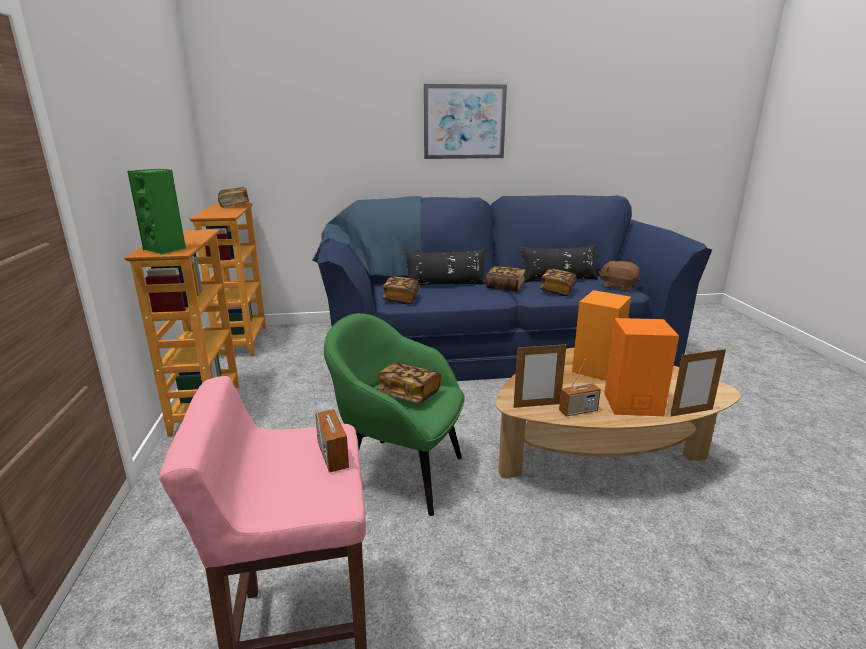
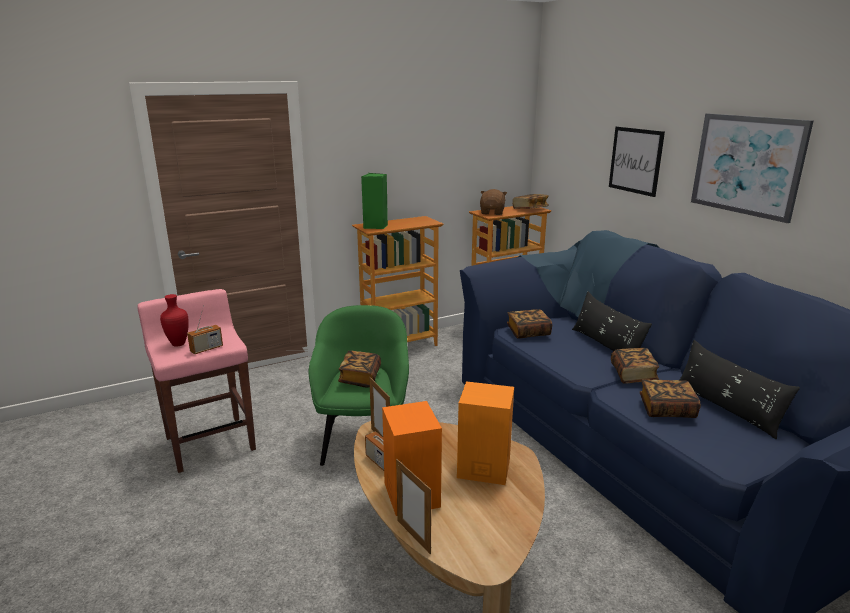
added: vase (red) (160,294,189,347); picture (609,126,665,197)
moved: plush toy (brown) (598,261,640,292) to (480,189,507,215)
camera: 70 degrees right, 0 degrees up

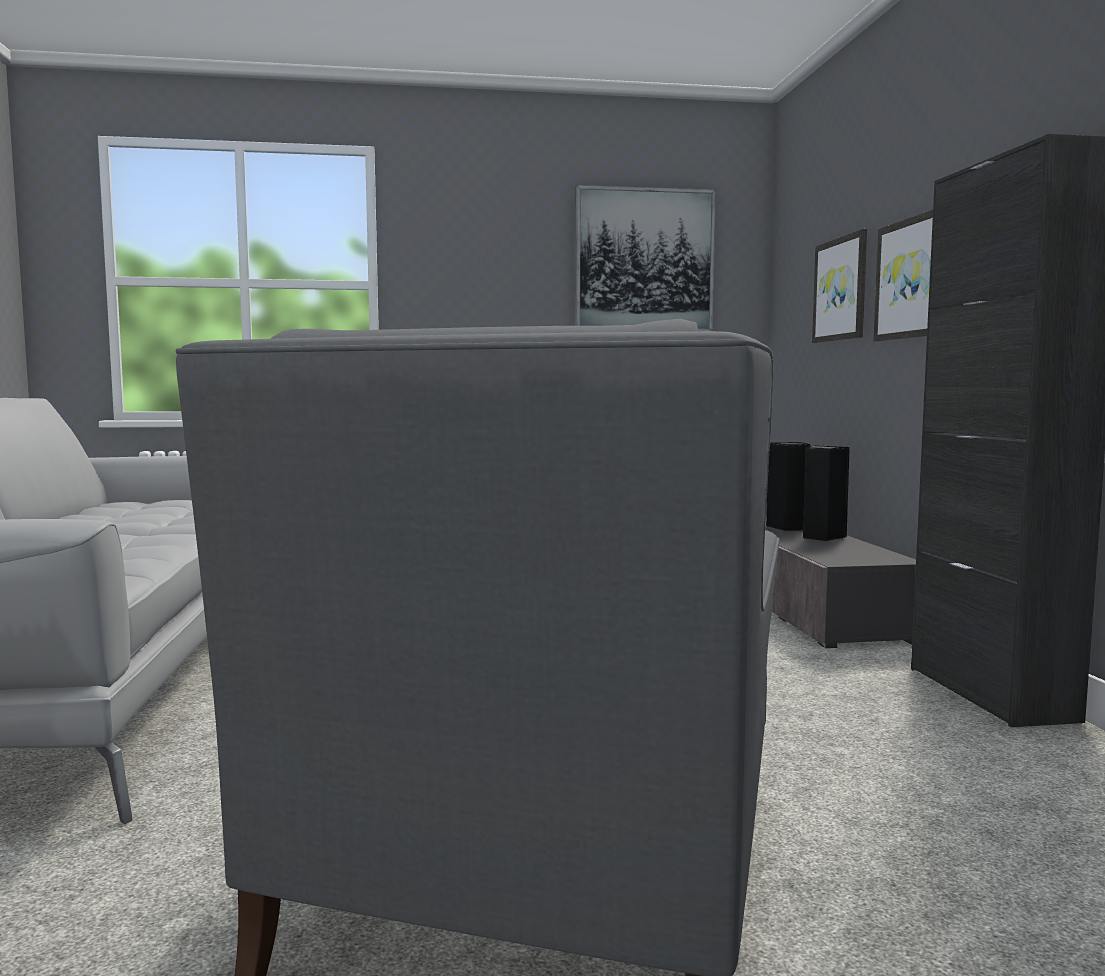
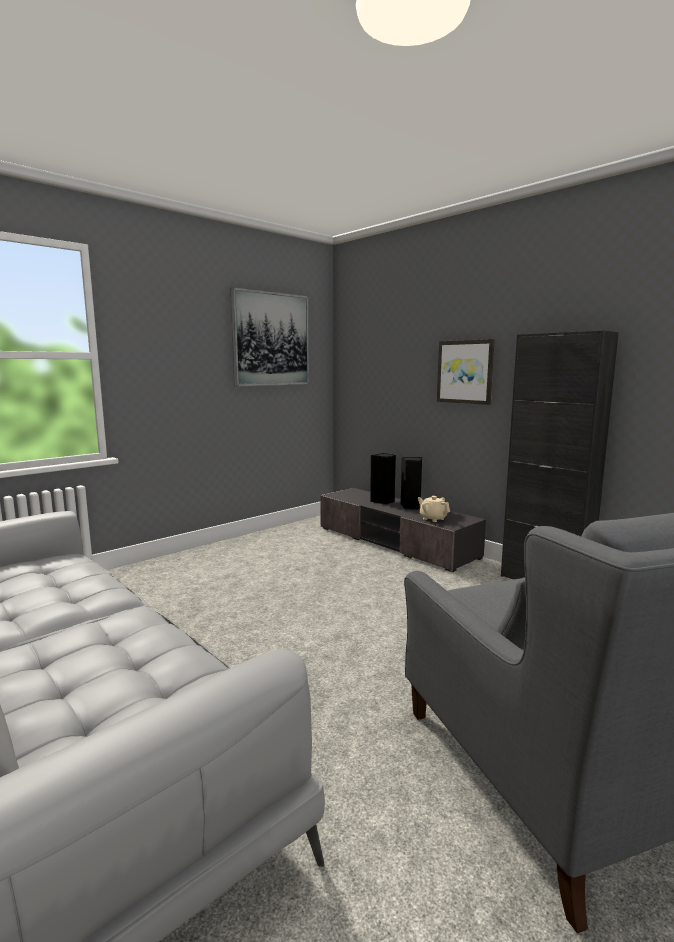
removed: picture (812,229,867,343)
added: teapot (beige) (418,496,450,522)
camera: 35 degrees left, 5 degrees up

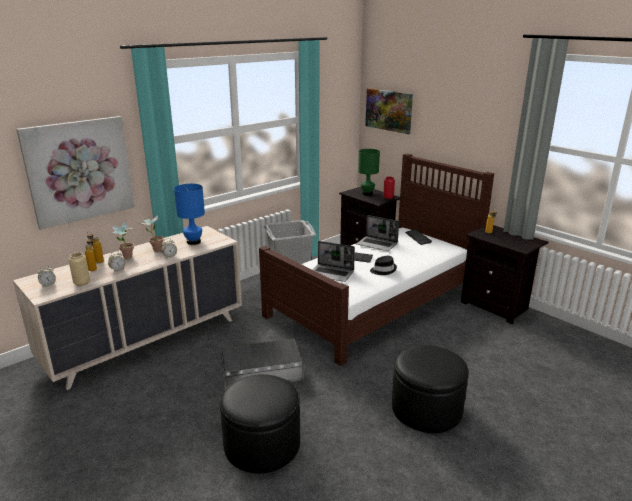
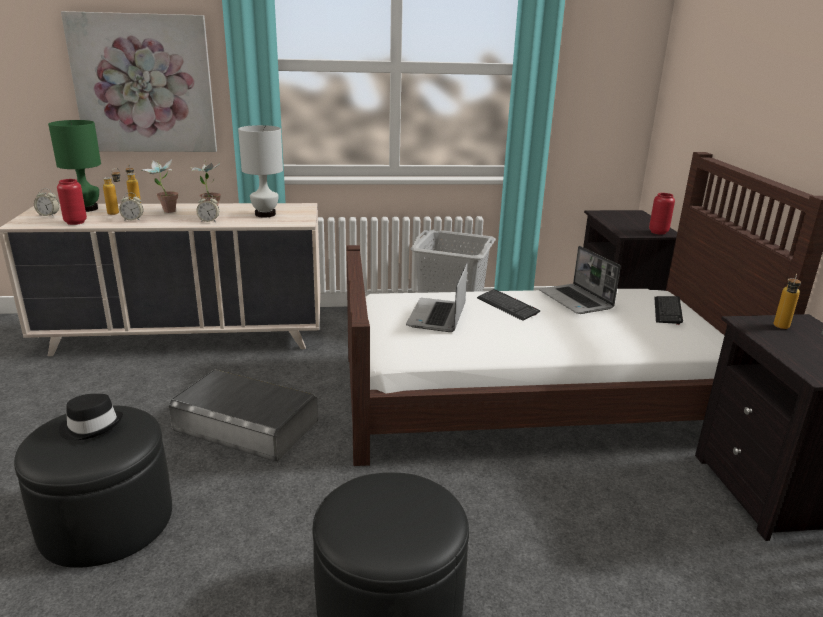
removed: picture (365,88,413,134)
moved: table lamp (green) (358,149,380,195) to (48,120,101,212); hat (black) (370,256,397,275) to (59,394,123,440)
recoloured: vase (beige) (69,252,90,286) to vase (red) (57,179,87,225); table lamp (blue) (174,184,205,245) to table lamp (white) (238,125,283,217)
turned: laptop (313,241,355,282) = (406,262,468,332) 45 degrees clockwise
camera: 35 degrees right, 0 degrees up

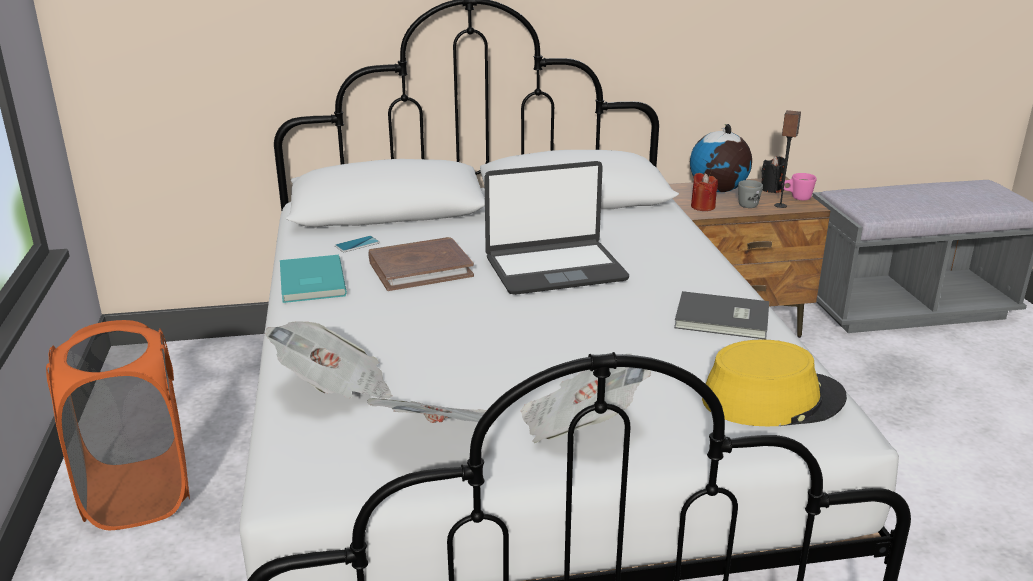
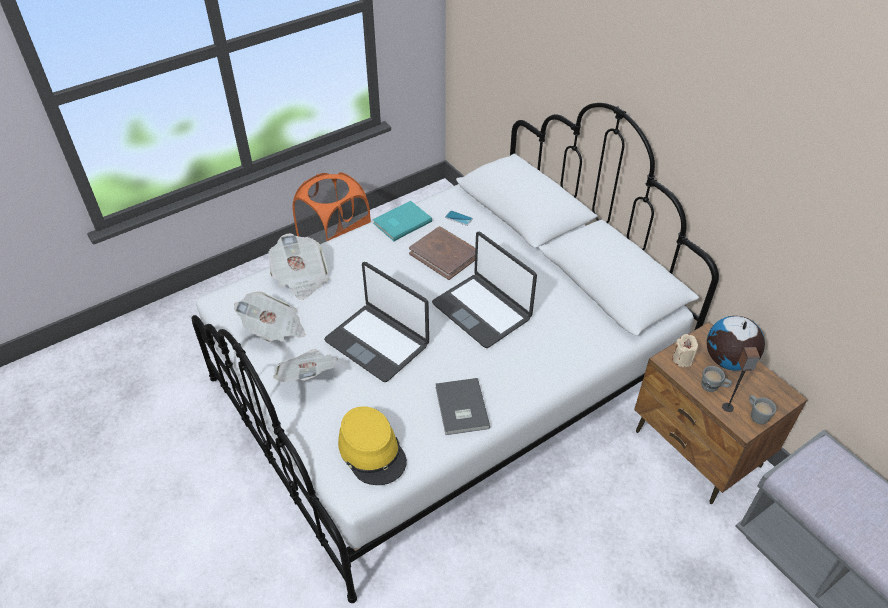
removed: candle (black) (761,156,785,193)
added: laptop (324,262,429,382)
recoloured: candle (red) (691,173,718,211) to candle (beige) (672,334,698,367); mug (pink) (782,173,817,201) to mug (grey) (749,395,777,425)
camera: 65 degrees right, 20 degrees up

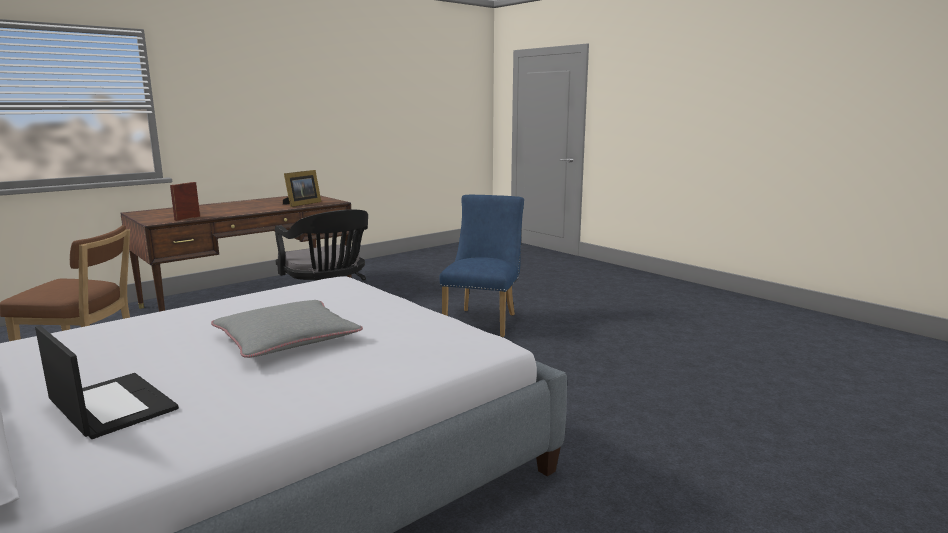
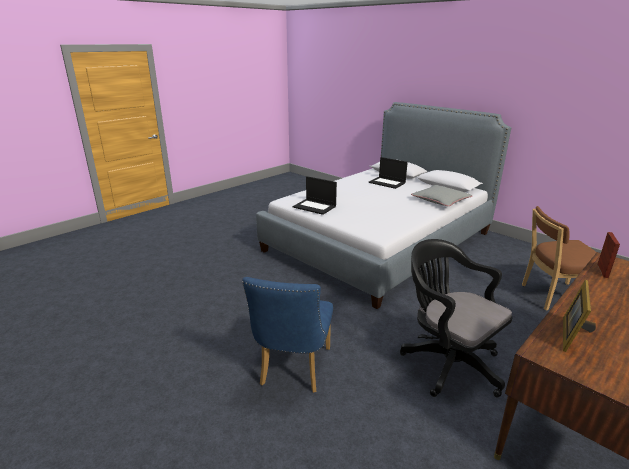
added: laptop (293,176,337,215)
moved: pillow (grey) (211,300,363,358) to (411,185,472,206)
camera: 175 degrees right, 10 degrees up

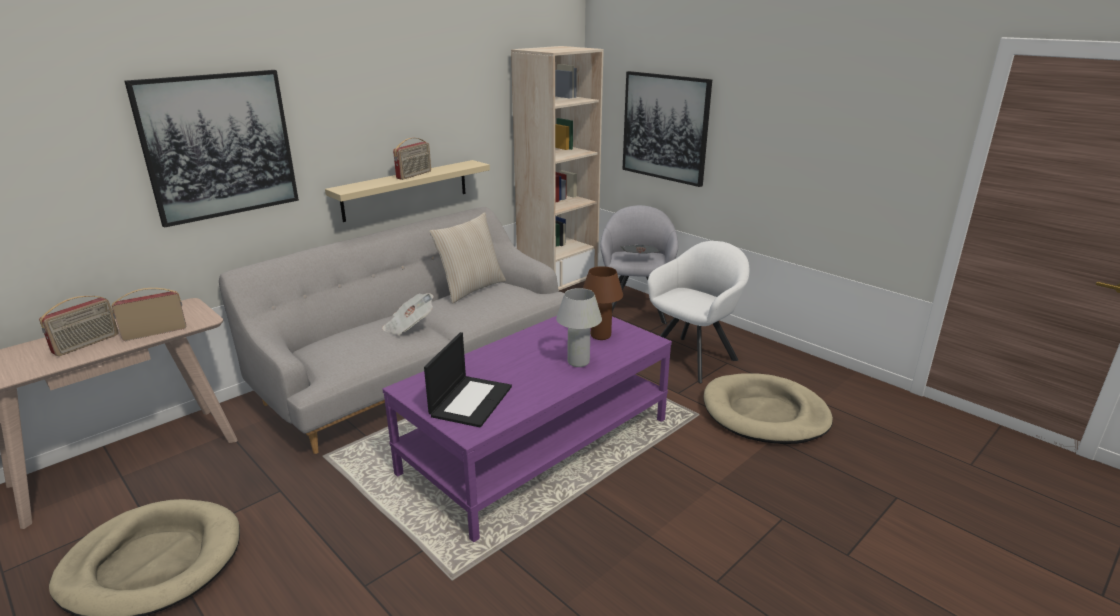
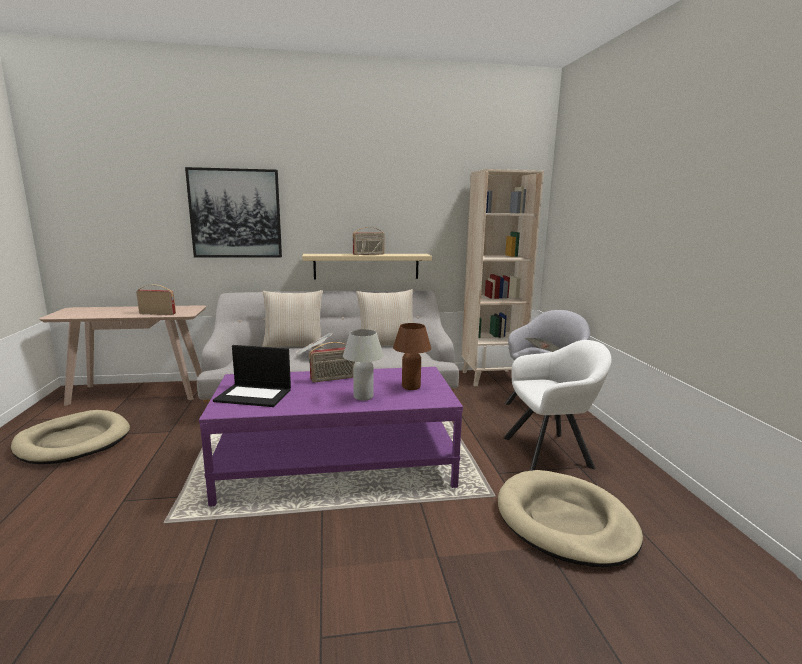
removed: picture (623,71,712,187)
added: pillow (beige) (262,290,324,348)
moved: radio (39,296,119,356) to (309,342,355,382)
turned: laptop (424,332,512,427) = (213,345,291,407) 45 degrees clockwise
camera: 35 degrees right, 10 degrees down

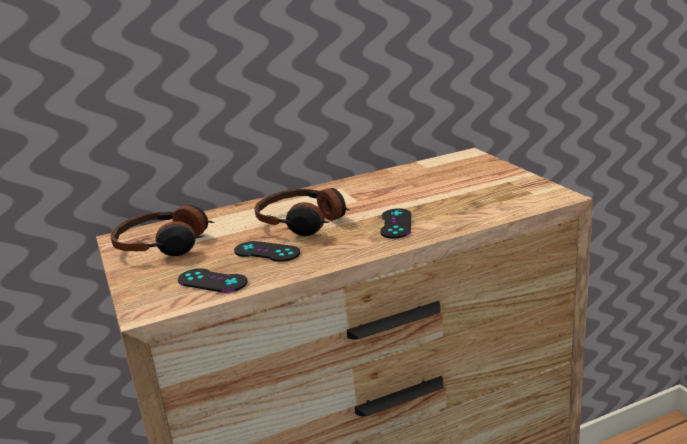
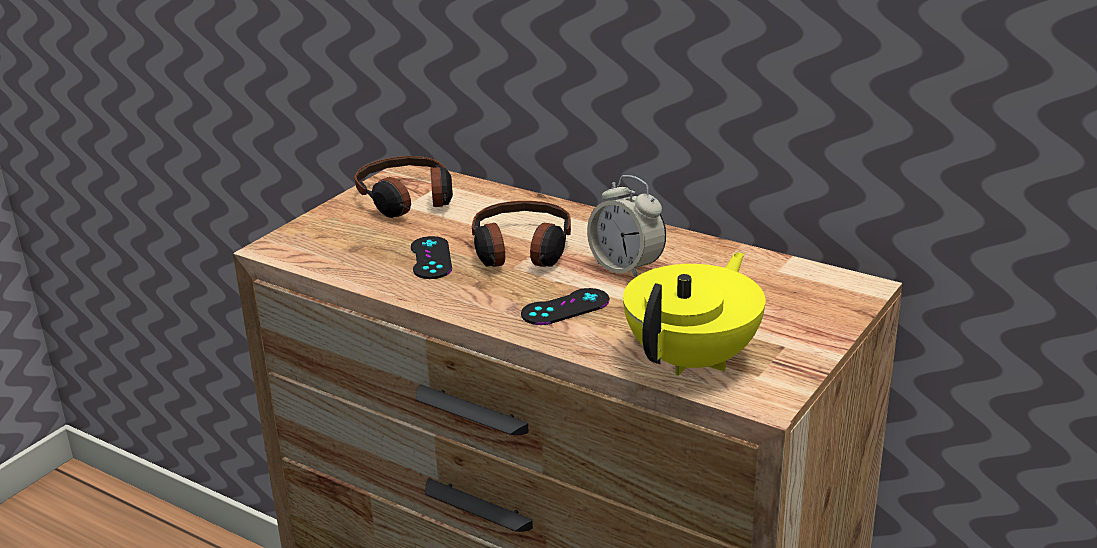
removed: game controller (black) (178,268,248,293)
added: alarm clock (587,175,666,277); teapot (yellow) (623,252,765,376)
camera: 55 degrees right, 5 degrees up

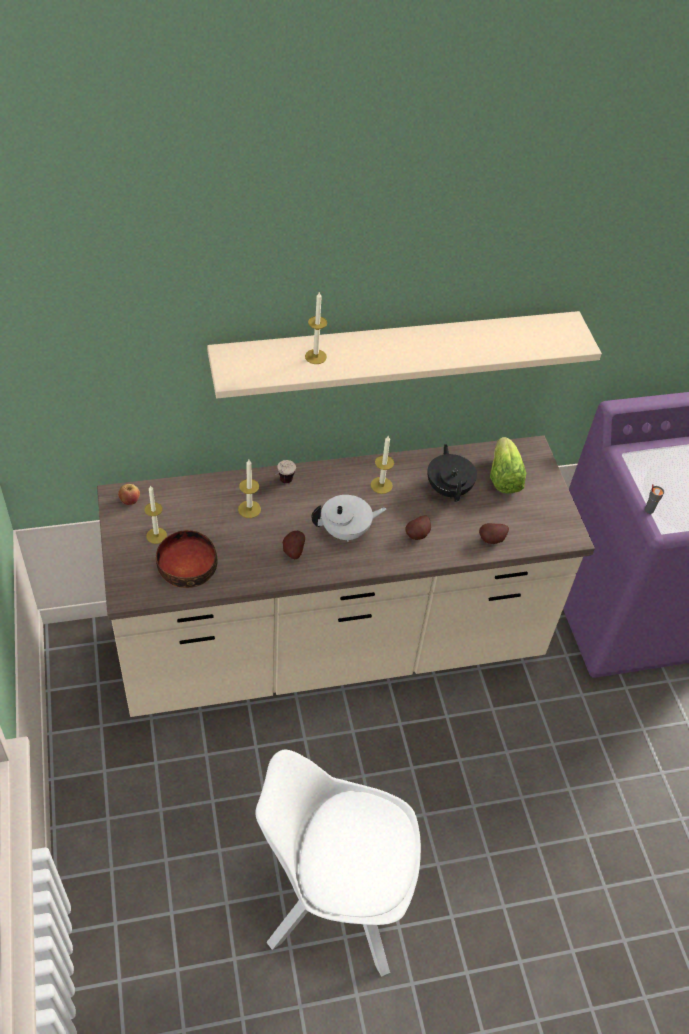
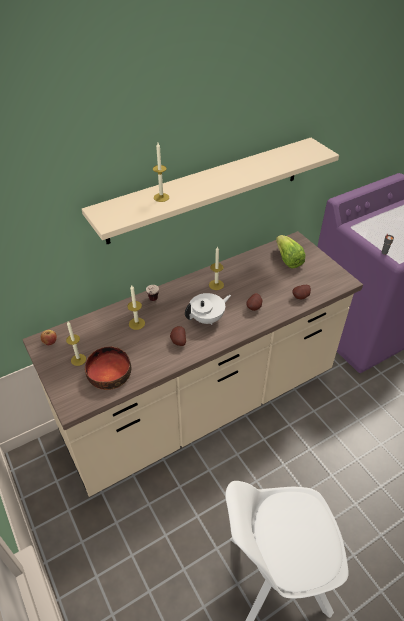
removed: teapot (black) (427,444,477,502)
camera: 15 degrees left, 5 degrees down

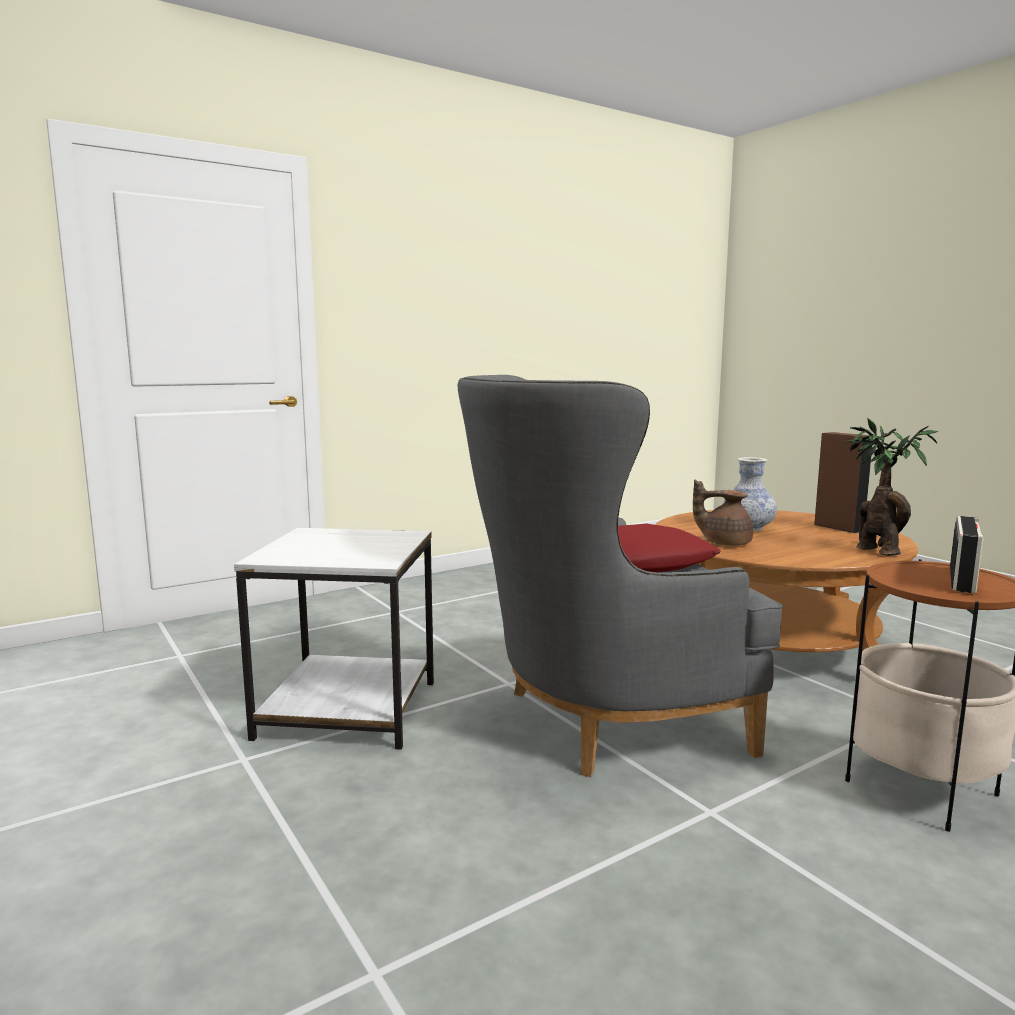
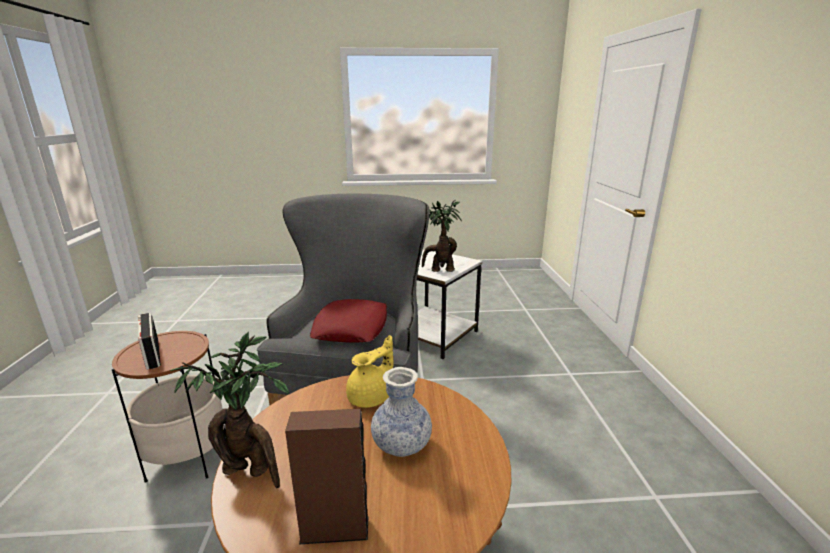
added: potted plant (422,200,462,272)
recoloured: teapot (brown) (693,479,753,546) to teapot (yellow) (346,335,393,408)
camera: 120 degrees right, 10 degrees up

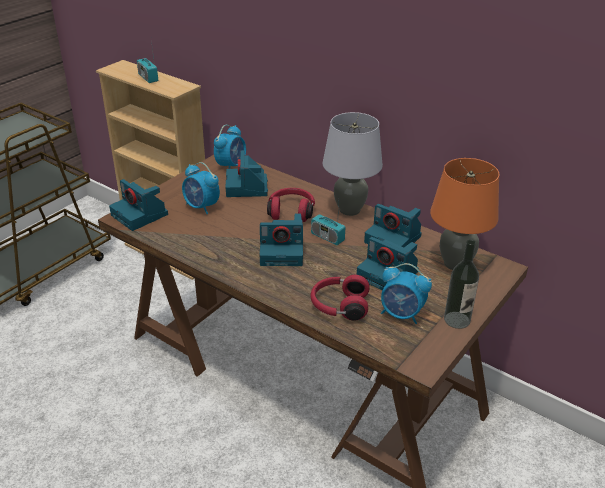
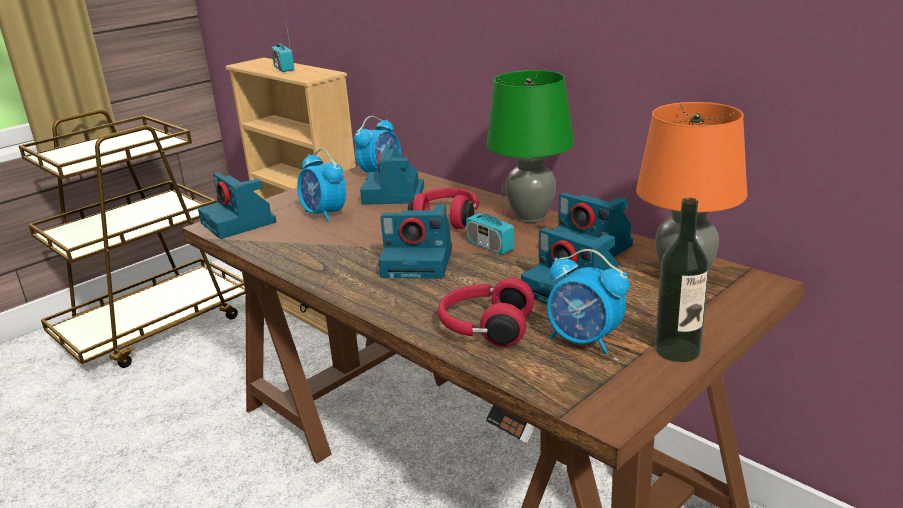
recoloured: table lamp (grey) (323,112,383,216) to table lamp (green) (487,70,574,223)
camera: 10 degrees right, 10 degrees down

